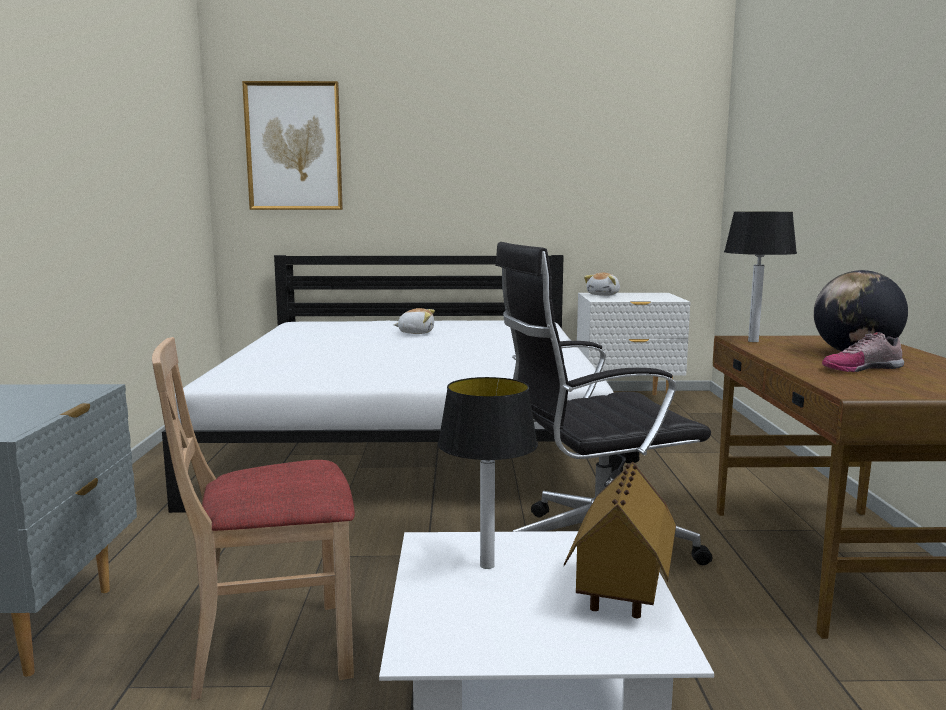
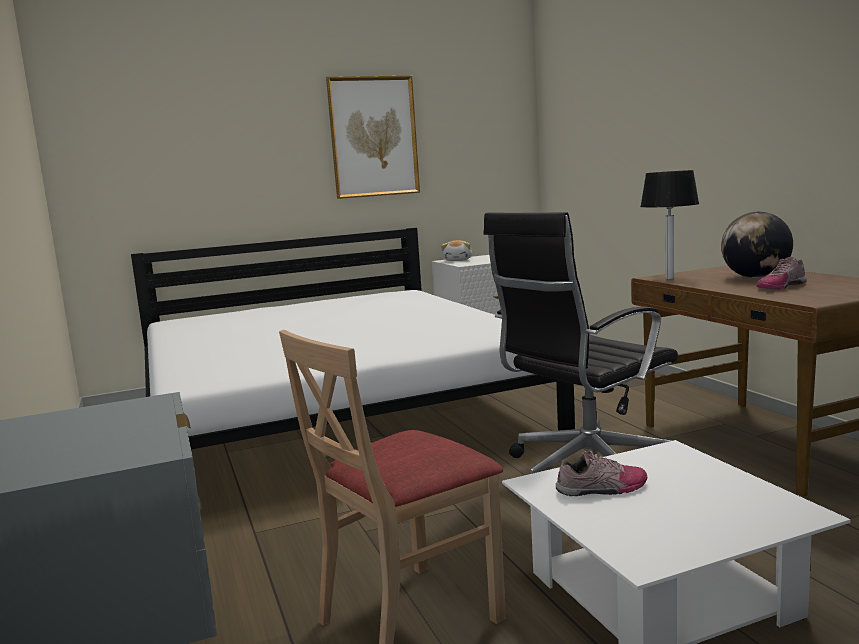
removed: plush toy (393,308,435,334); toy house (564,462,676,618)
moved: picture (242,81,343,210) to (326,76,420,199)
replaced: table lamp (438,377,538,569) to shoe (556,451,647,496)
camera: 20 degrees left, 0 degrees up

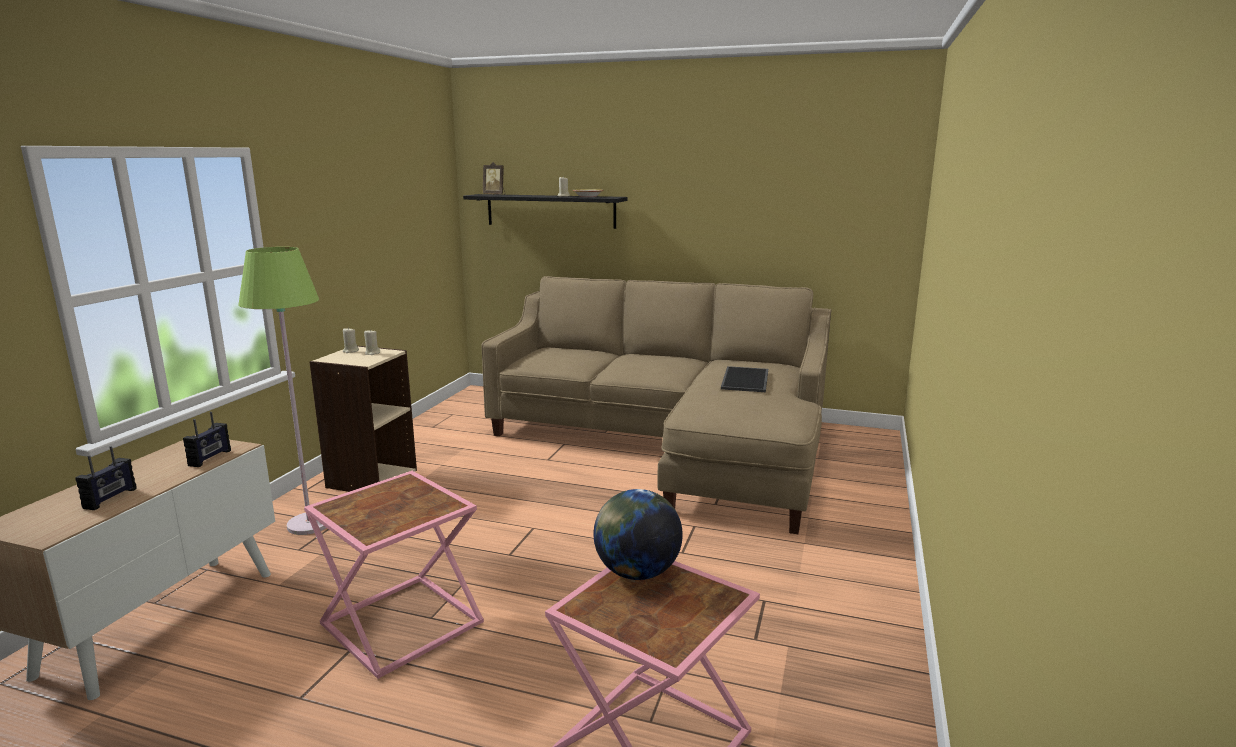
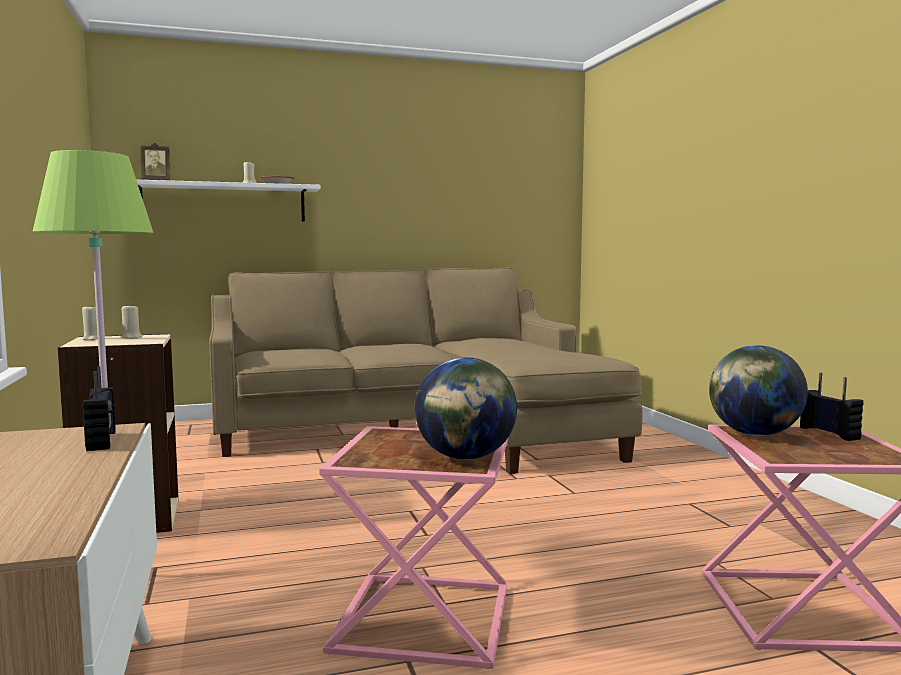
removed: tray (721,366,768,392)
added: globe (415,357,517,460)
moved: radio (75,446,137,510) to (800,373,864,441)
recoloured: shelf (black) (463,194,627,229) to shelf (white) (136,180,321,222)
camera: 35 degrees left, 10 degrees down

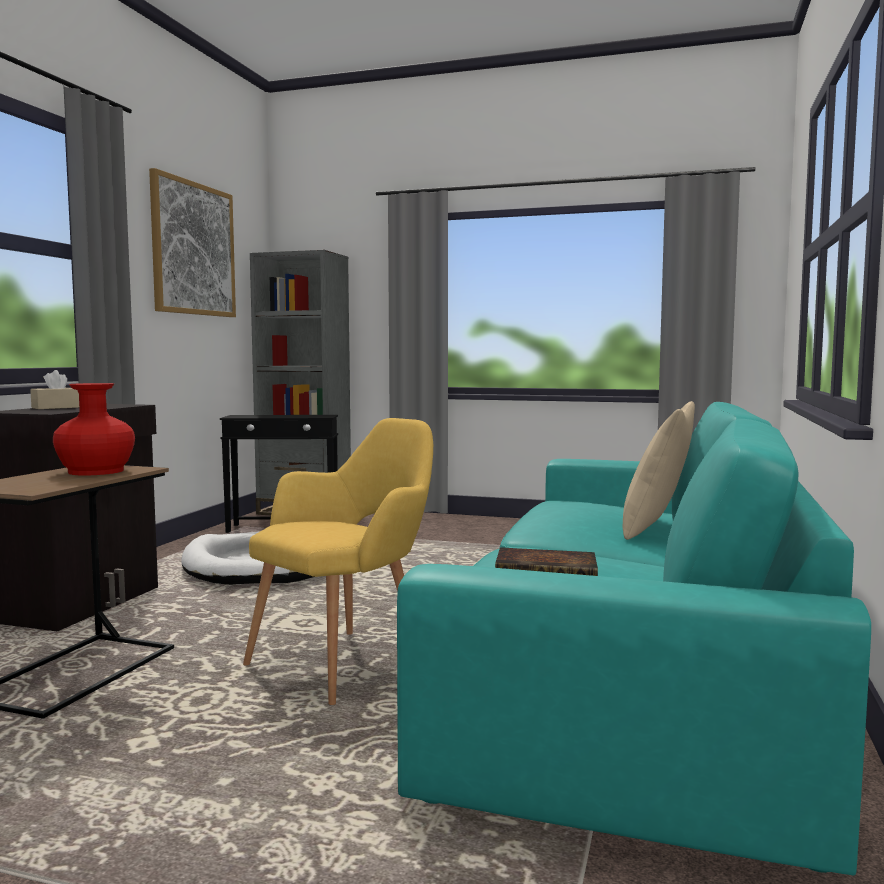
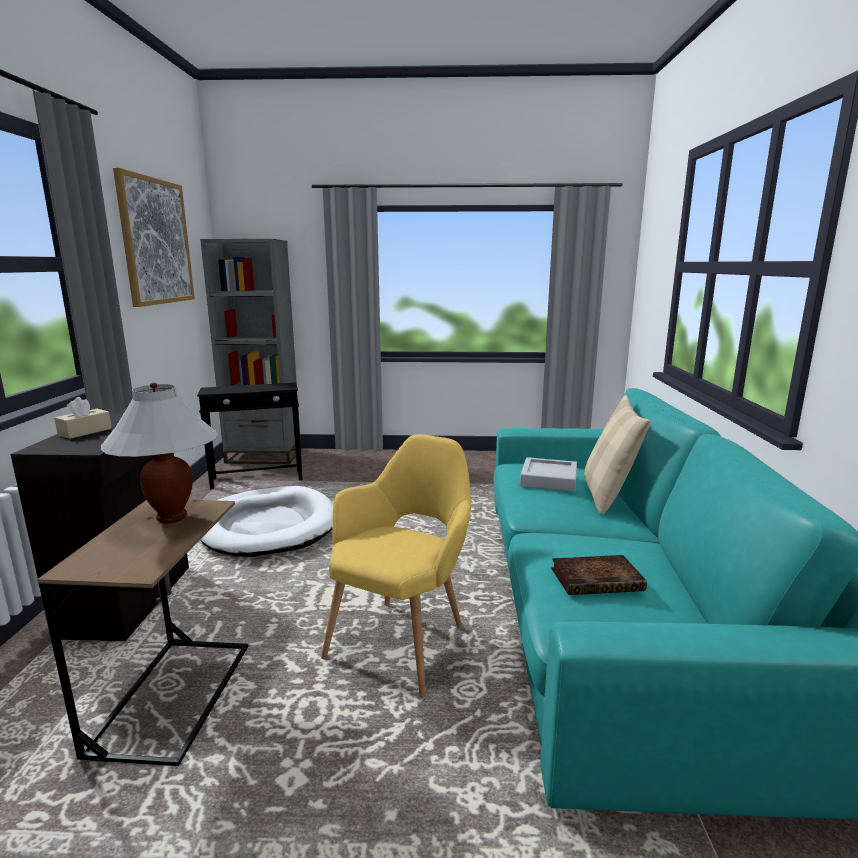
added: tray (grey) (520,457,577,492)
replaced: vase (red) (53,383,135,476) to table lamp (white) (101,383,218,523)
camera: 15 degrees left, 10 degrees up

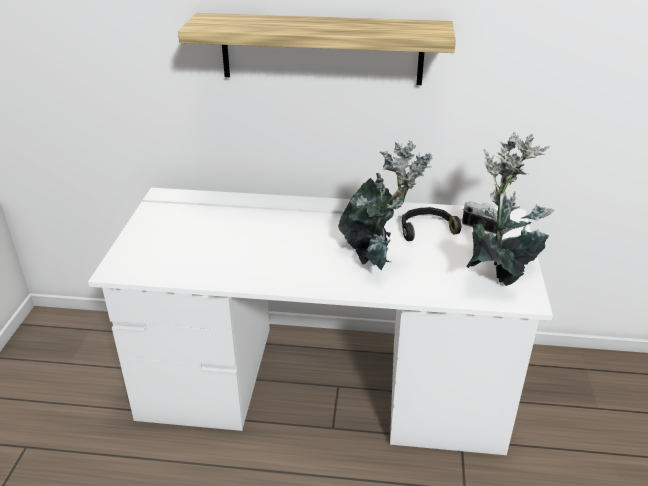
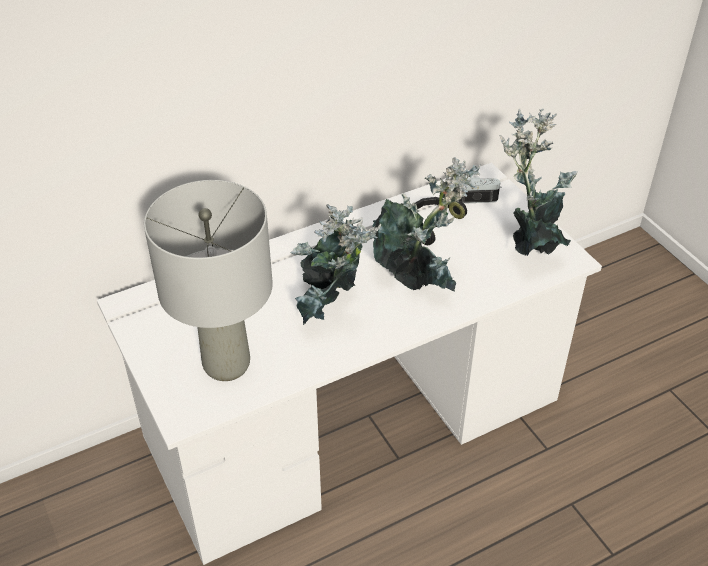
removed: shelf (178,13,456,85)
added: table lamp (grey) (144,180,273,381); potted plant (290,205,381,325)
camera: 35 degrees left, 10 degrees up

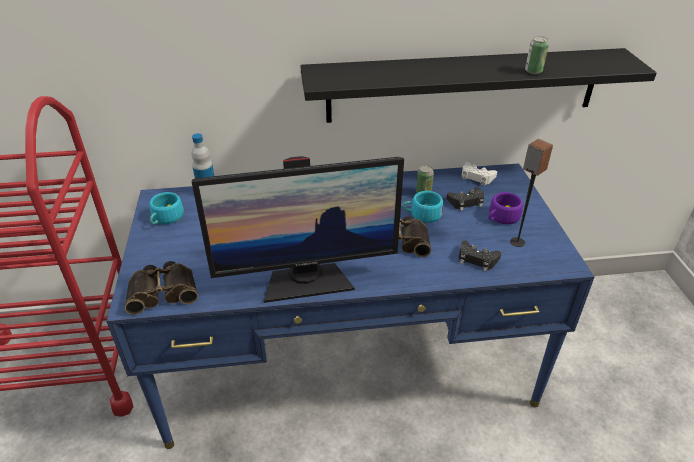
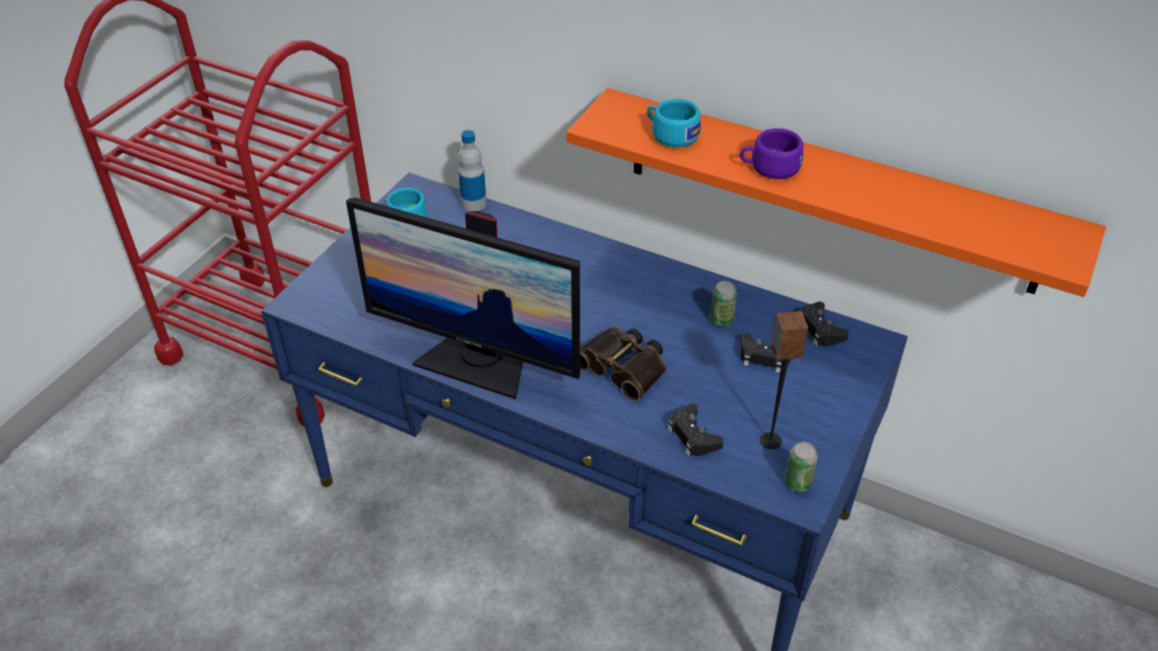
removed: binoculars (124,261,198,315)
moved: cup (turquoise) (403,191,443,223) to (647,99,701,148); cup (purple) (489,192,523,224) to (740,128,803,179); can (525,36,549,74) to (785,442,818,492)
recoloured: shelf (black) (300,48,657,123) to shelf (orange) (566,88,1106,297); game controller (white) (462,162,497,186) to game controller (black) (800,302,849,346)
camera: 35 degrees right, 5 degrees up

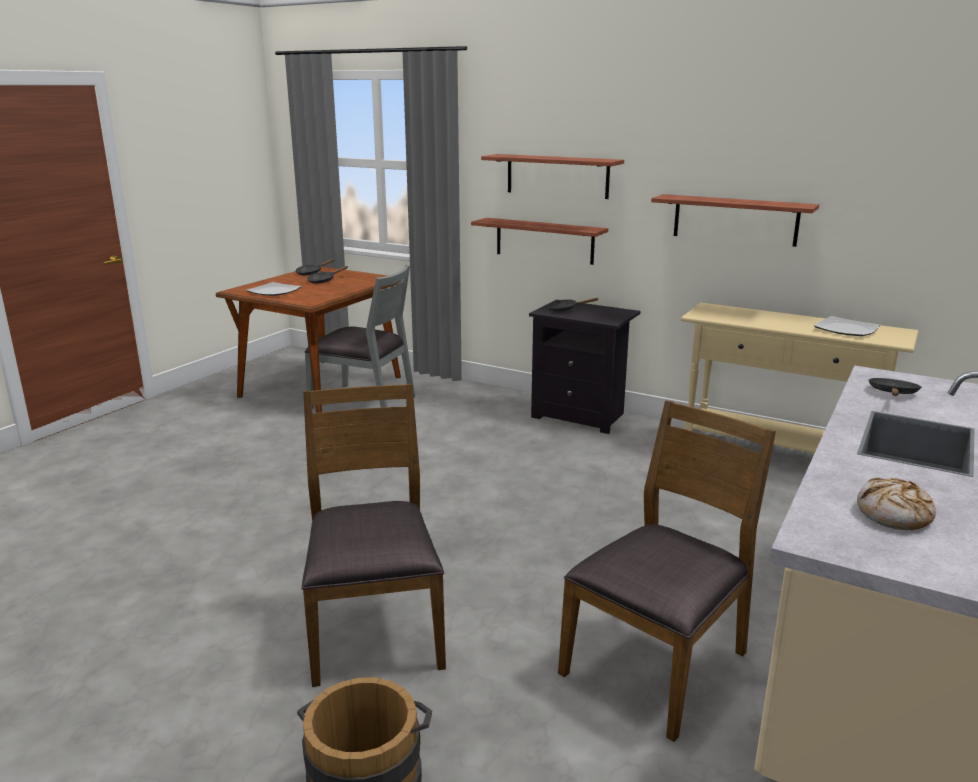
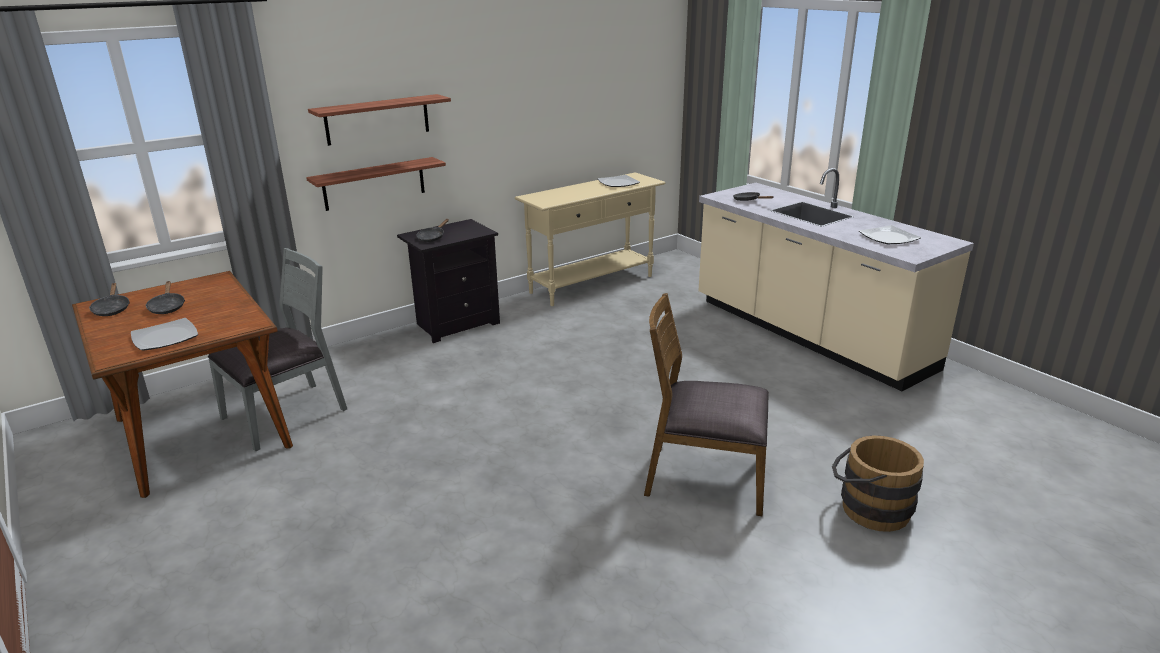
removed: chair (brown) (558,401,776,742); shelf (651,194,819,247)
replaced: bread (857,478,936,530) to plate (859,225,921,244)
camera: 65 degrees left, 5 degrees up

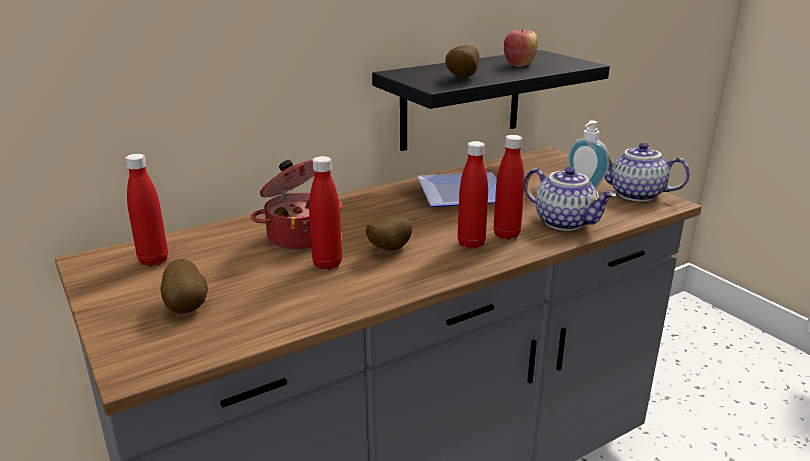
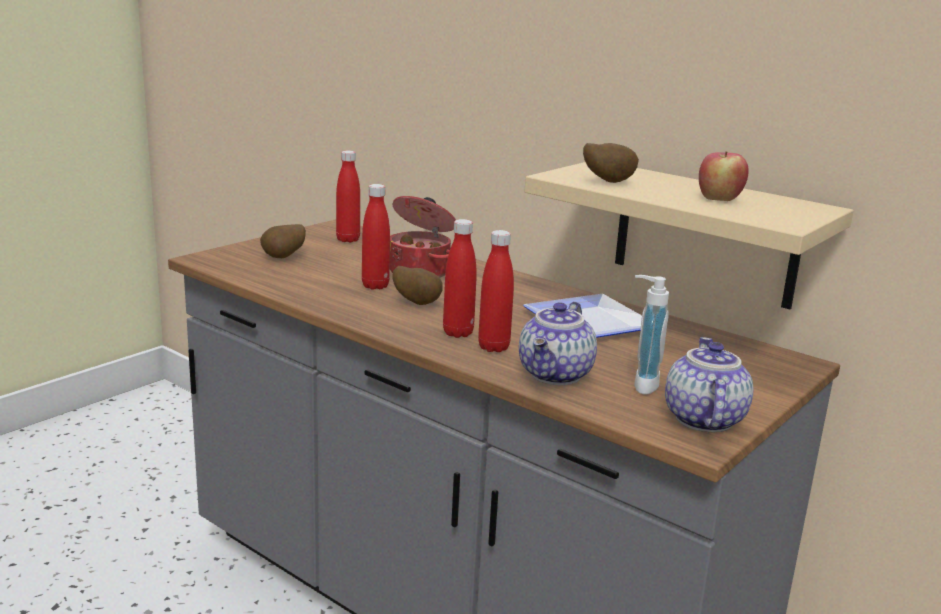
recoloured: shelf (black) (372,50,610,151) to shelf (beige) (525,162,854,309)
camera: 70 degrees right, 5 degrees down

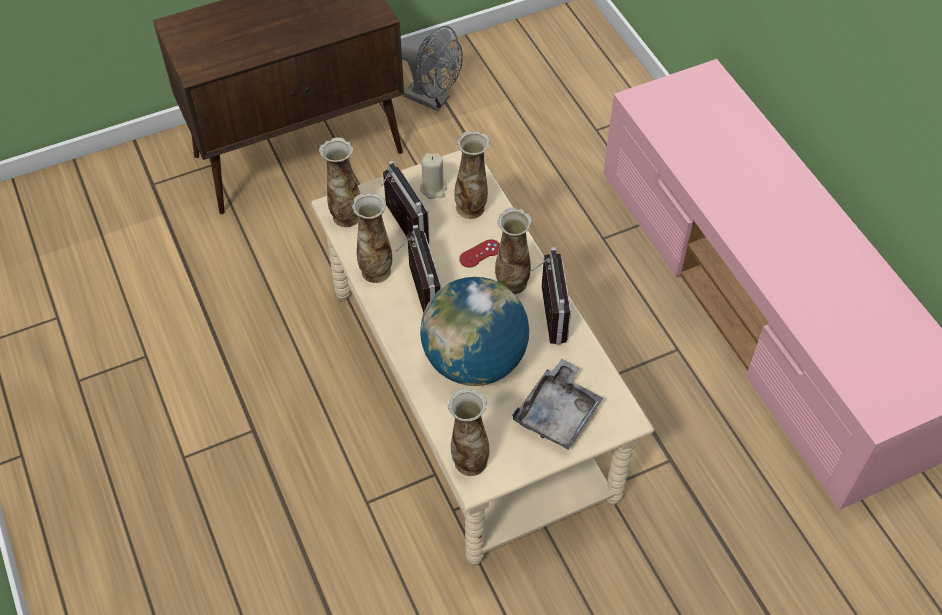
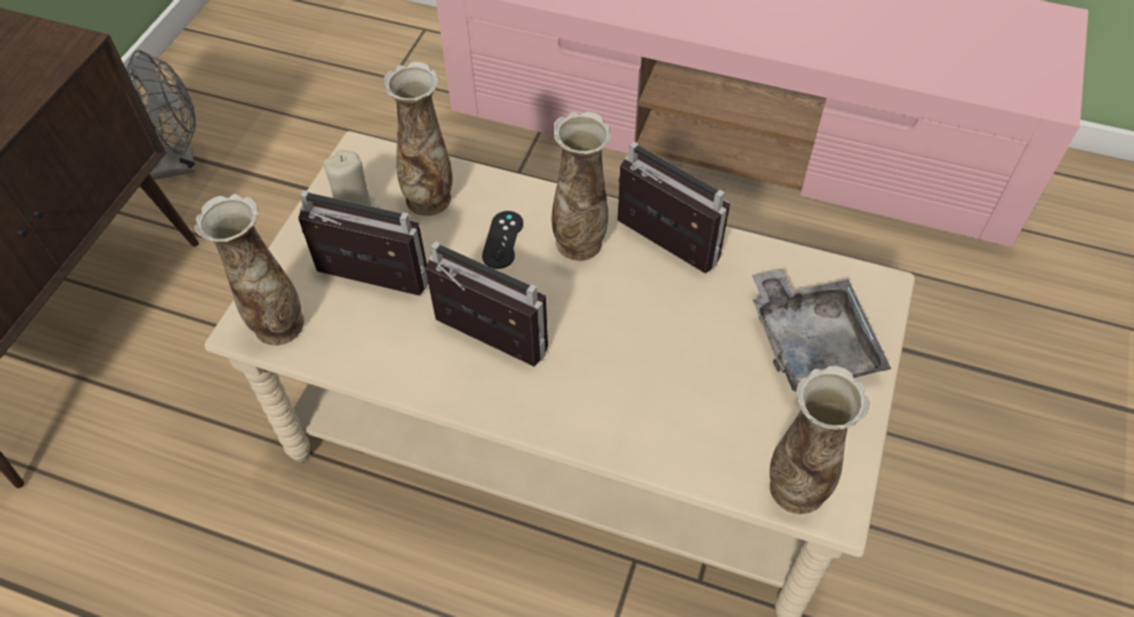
removed: vase (352,193,392,283); globe (420,277,529,386)
recoloured: game controller (red) (459,239,500,268) to game controller (black) (482,211,523,269)
camera: 45 degrees left, 0 degrees up

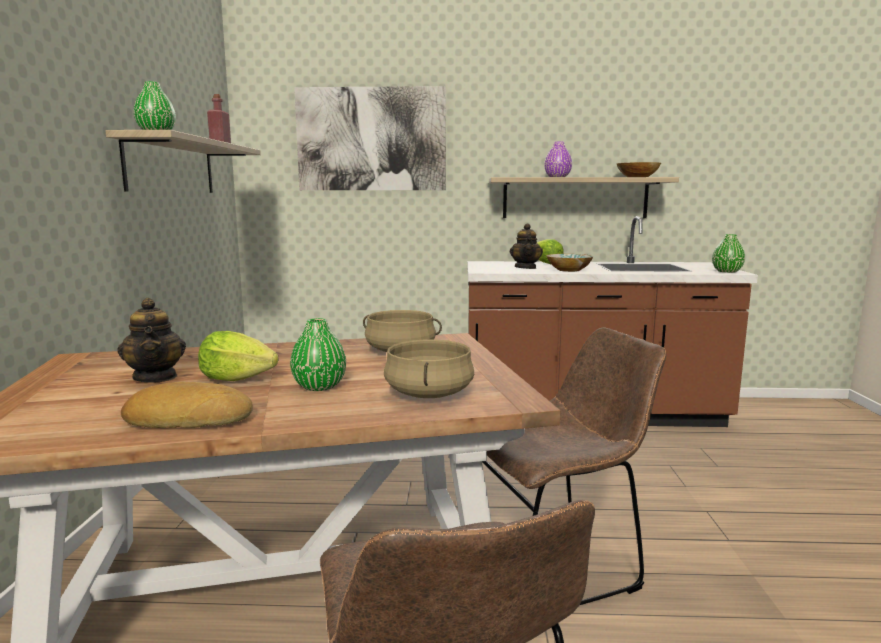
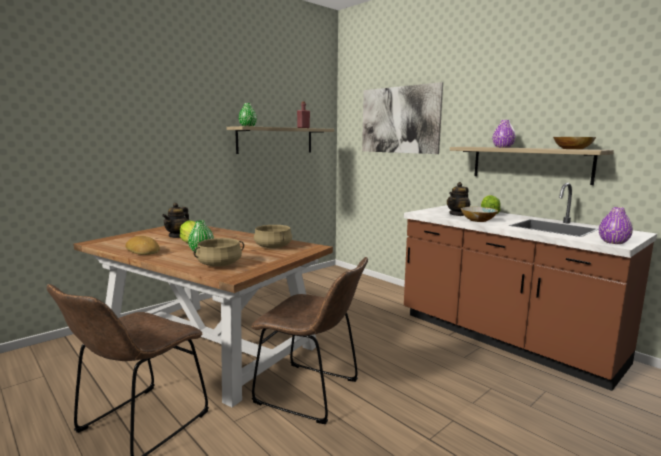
recoloured: vase (green) (712,234,745,273) to vase (purple) (599,207,633,244)
camera: 45 degrees right, 0 degrees up

